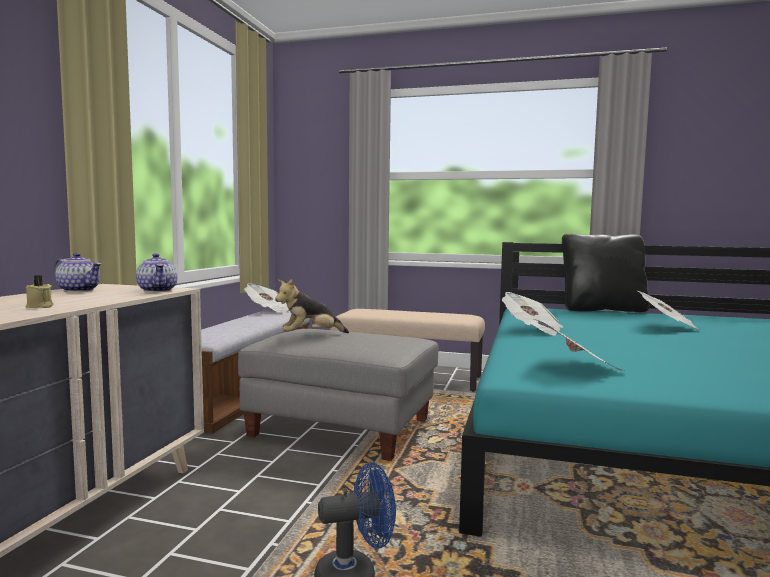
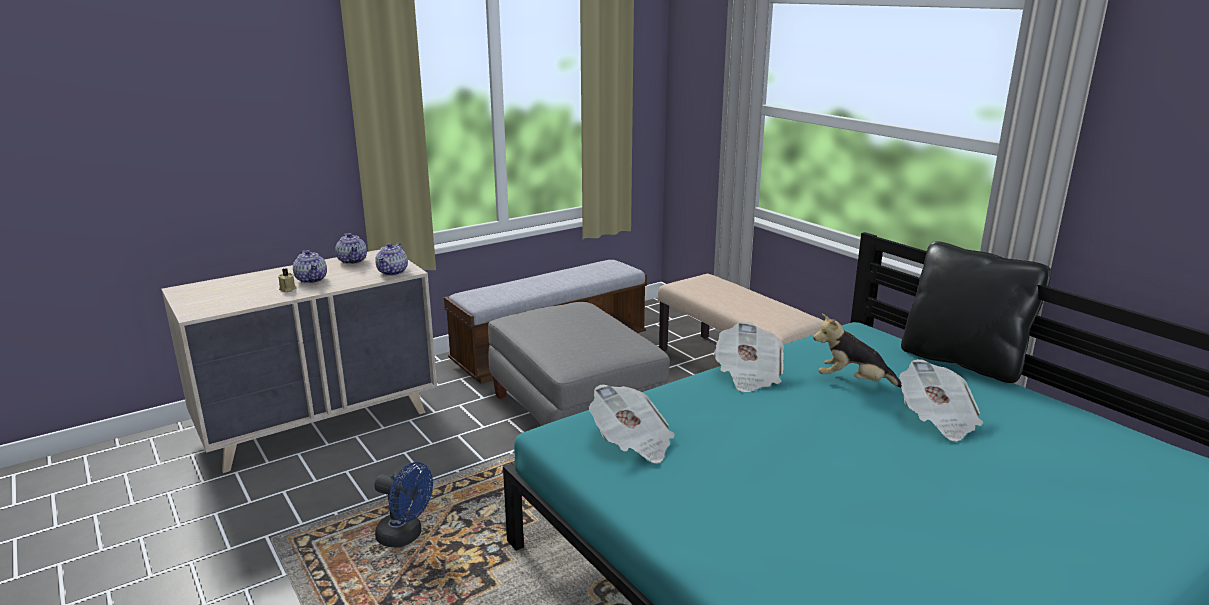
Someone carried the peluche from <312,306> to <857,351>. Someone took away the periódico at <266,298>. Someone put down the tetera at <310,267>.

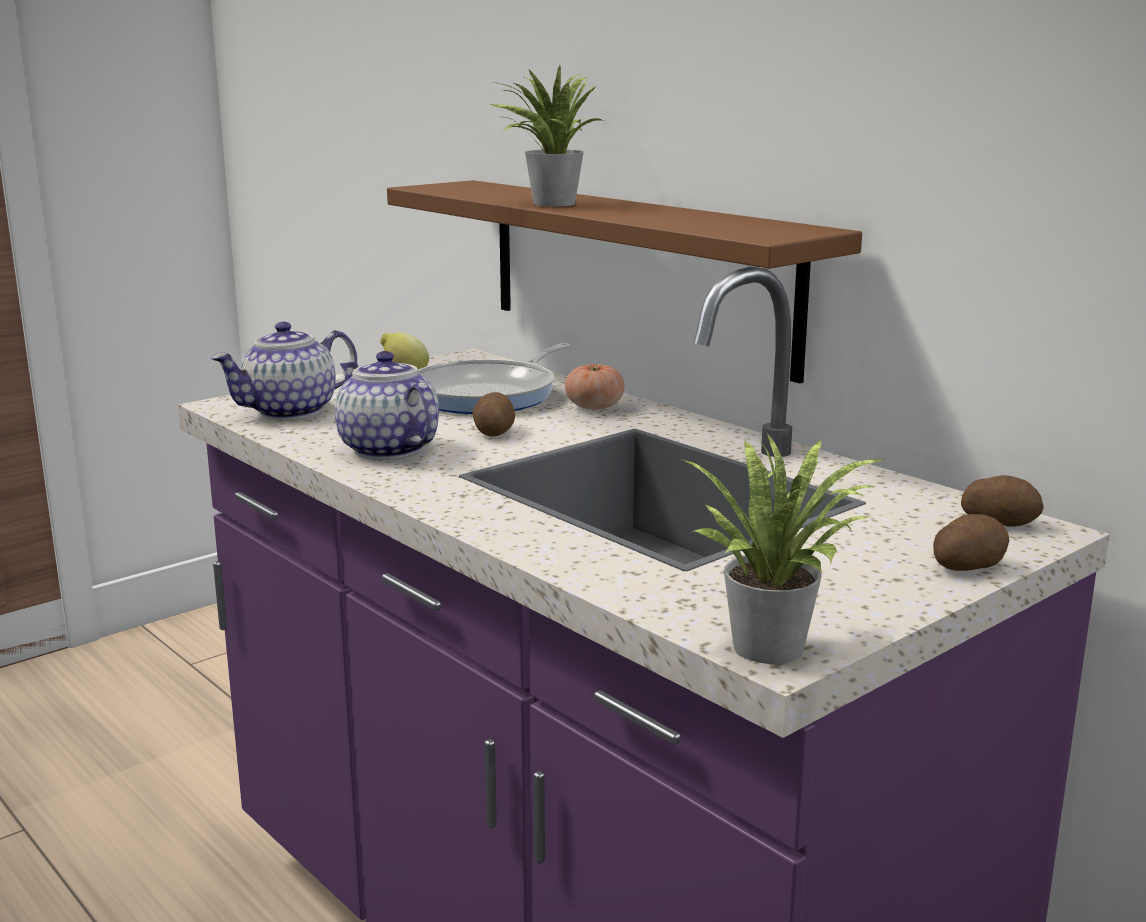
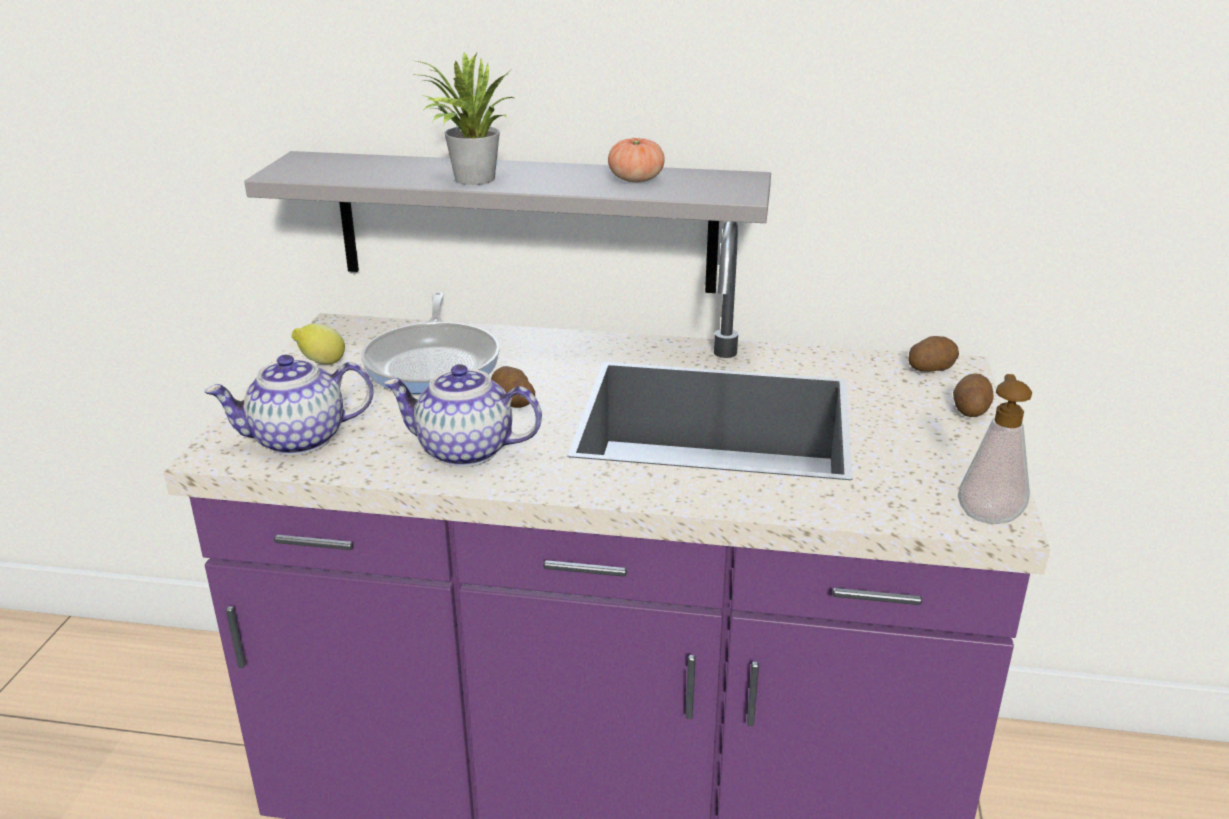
Someone repainted the estante (marrón) at <624,281>, which became the estante (gris) at <507,222>. Someone rotated the tetera at <284,371> by 60 degrees clockwise. Someone carried the tomate from <595,387> to <636,159>. Someone swapped the planta en maceta at <783,548> for the dispensador de jabón at <995,449>.

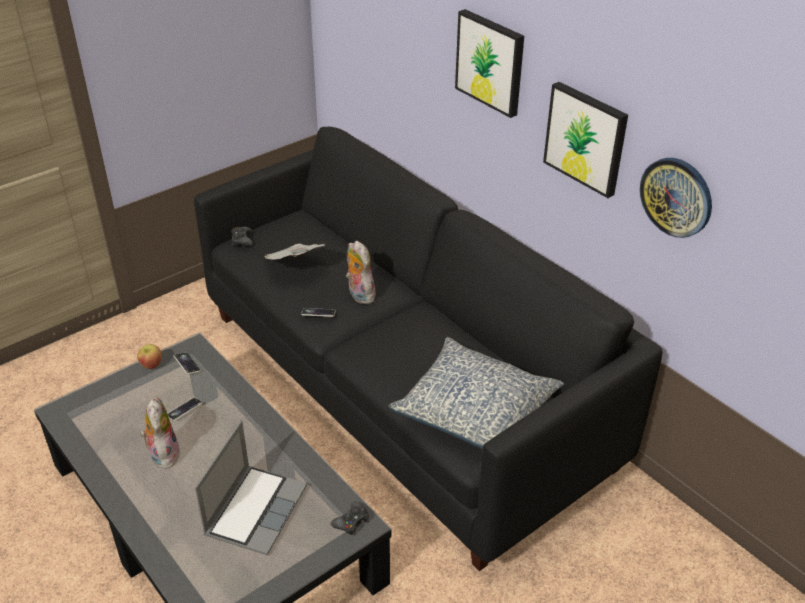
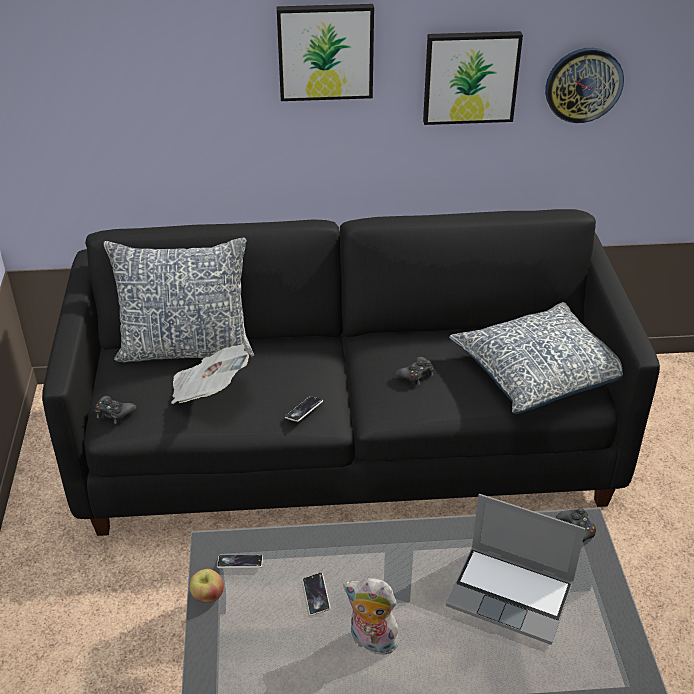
Someone took away the peluche at <360,272>. Someone rotated the portátil at <251,488> by 150 degrees clockwise. Someone put down the cojín at <178,299>. Someone put down the mando de consola (negro) at <414,371>.

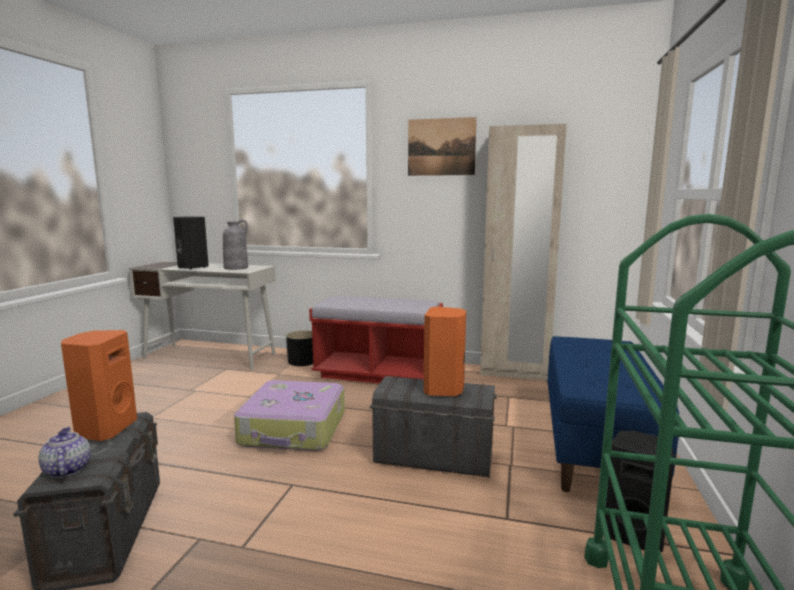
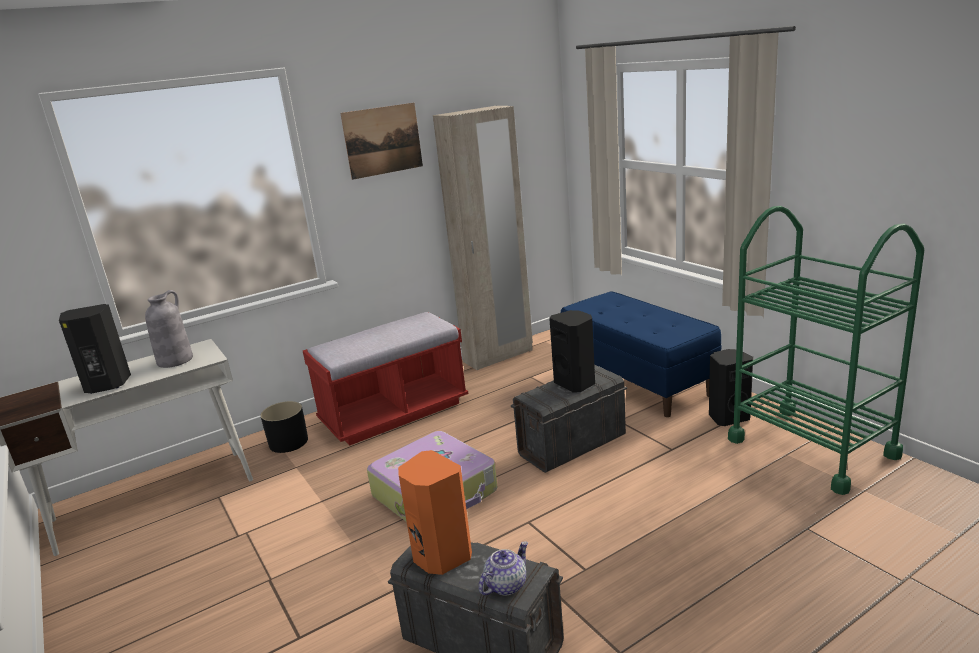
Someone repainted the altavoz (naranja) at <445,351>, which became the altavoz (negro) at <572,351>. Someone rotated the tetera at <65,452> by 120 degrees clockwise.

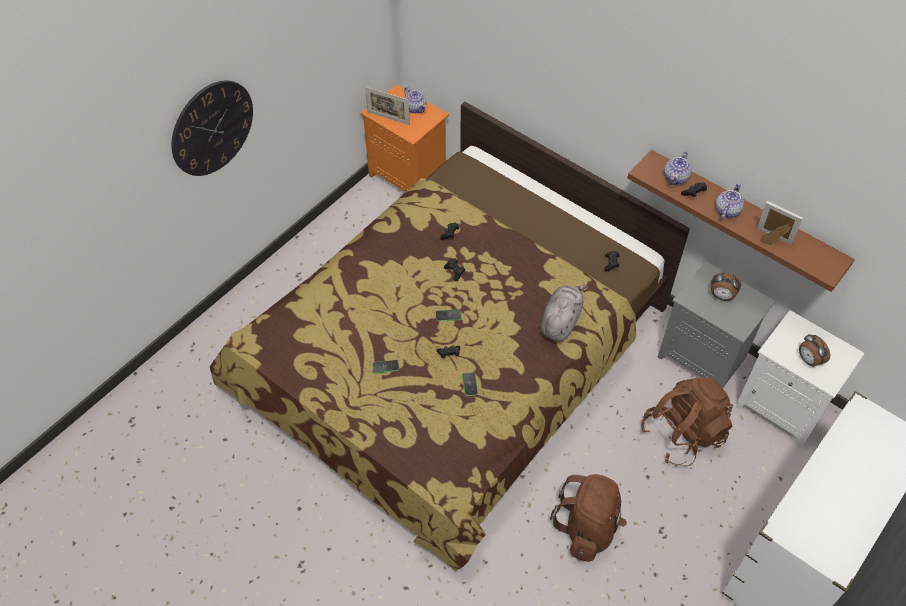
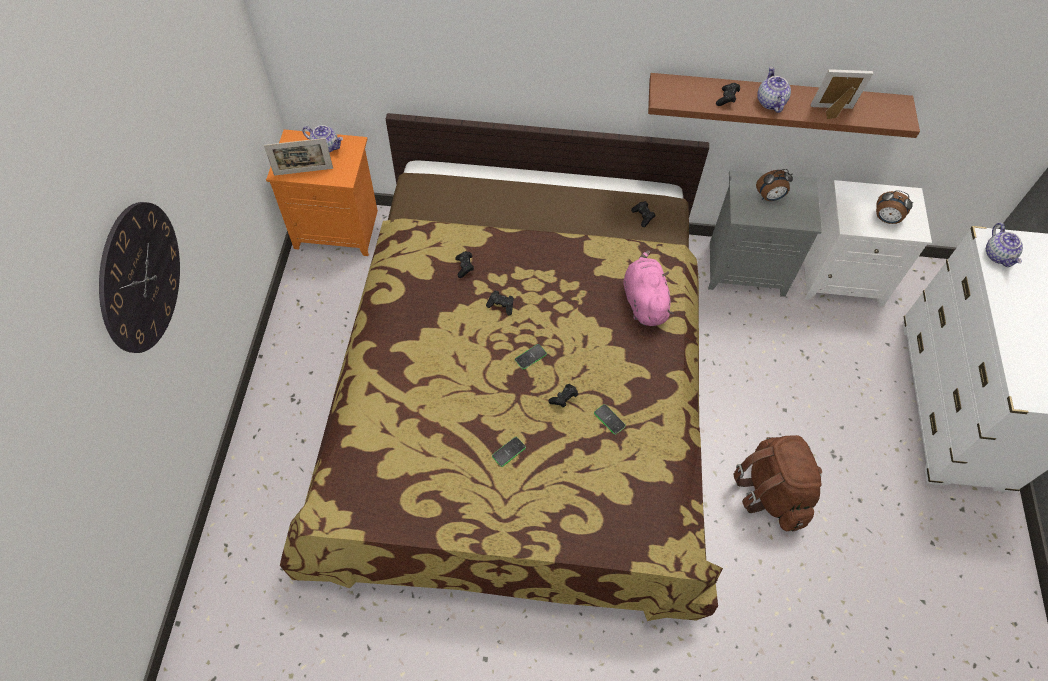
Someone carried the tetera from <678,168> to <1004,245>. Someone repainted the peluche (gris) at <563,313>, which became the peluche (rosa) at <648,288>. Someone took away the mochila (marrón) at <687,421>.

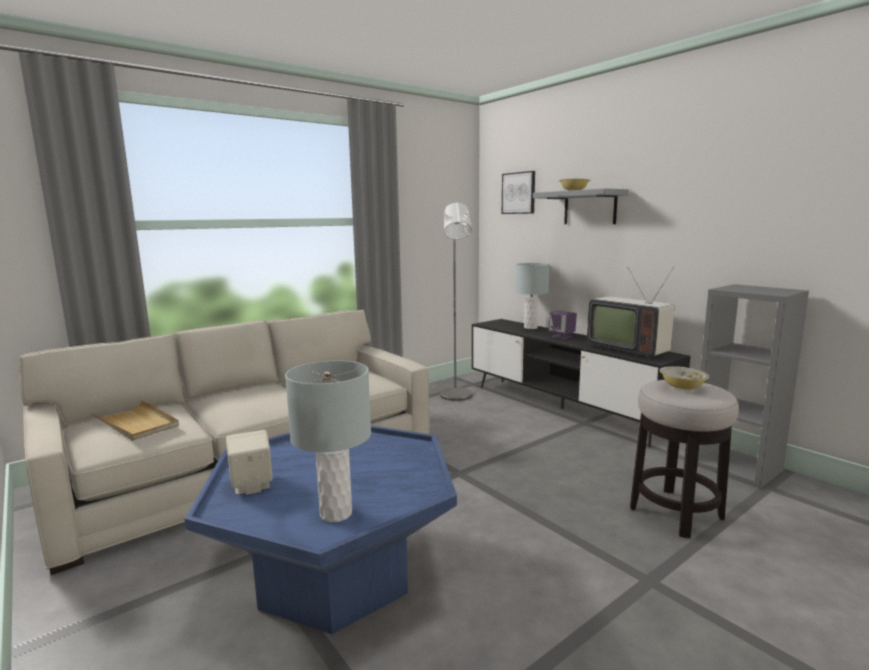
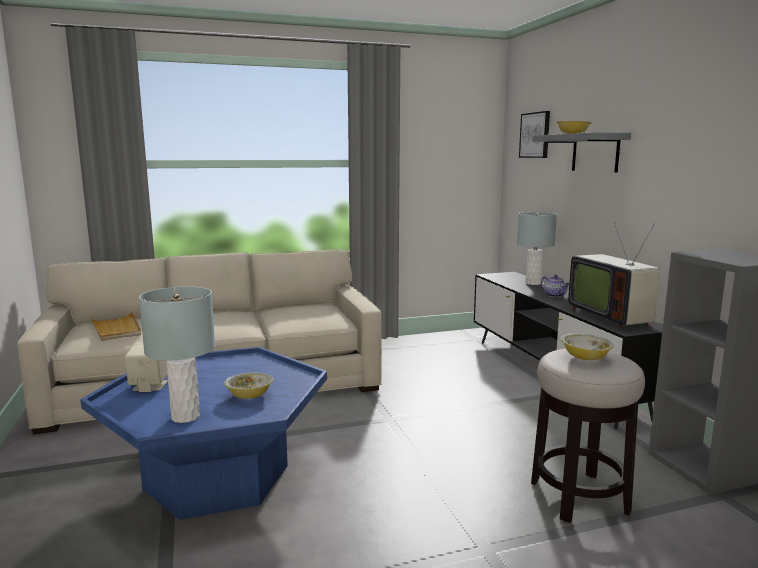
Someone took away the lámpara de pie (gris) at <456,302>. Someone swapped the altavoz (morado) at <562,325> for the tetera at <555,286>. Someone put down the cuenco at <248,386>.

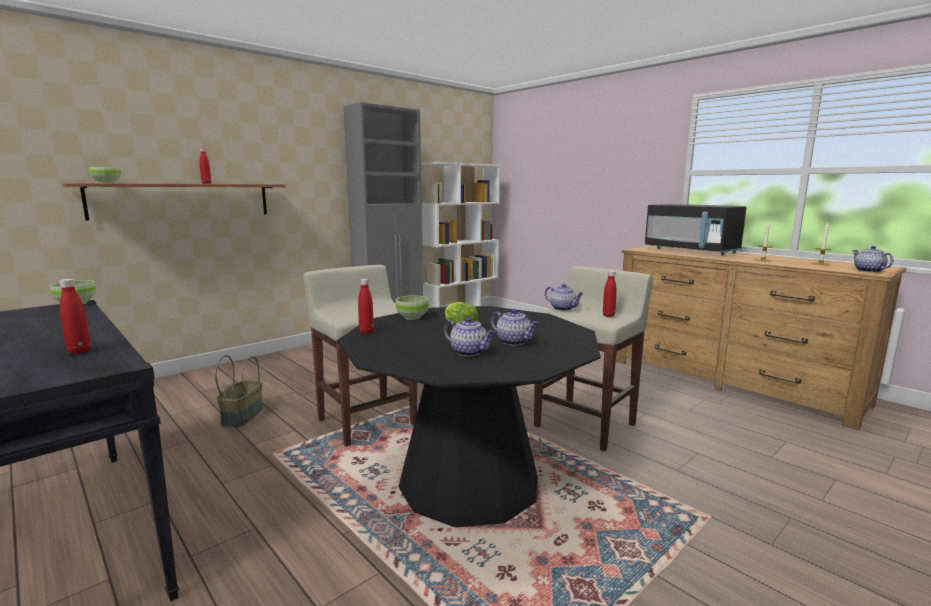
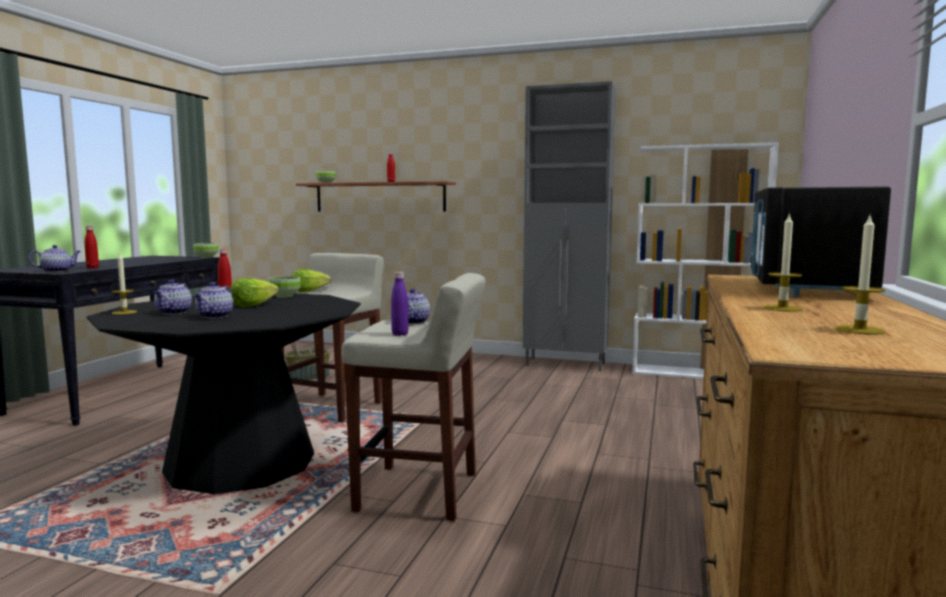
Someone carried the tetera from <873,259> to <55,258>. Someone repainted the botella (rojo) at <610,294>, which became the botella (morado) at <399,304>. Someone put down the vela at <124,284>. Someone put down the lechuga at <311,280>.

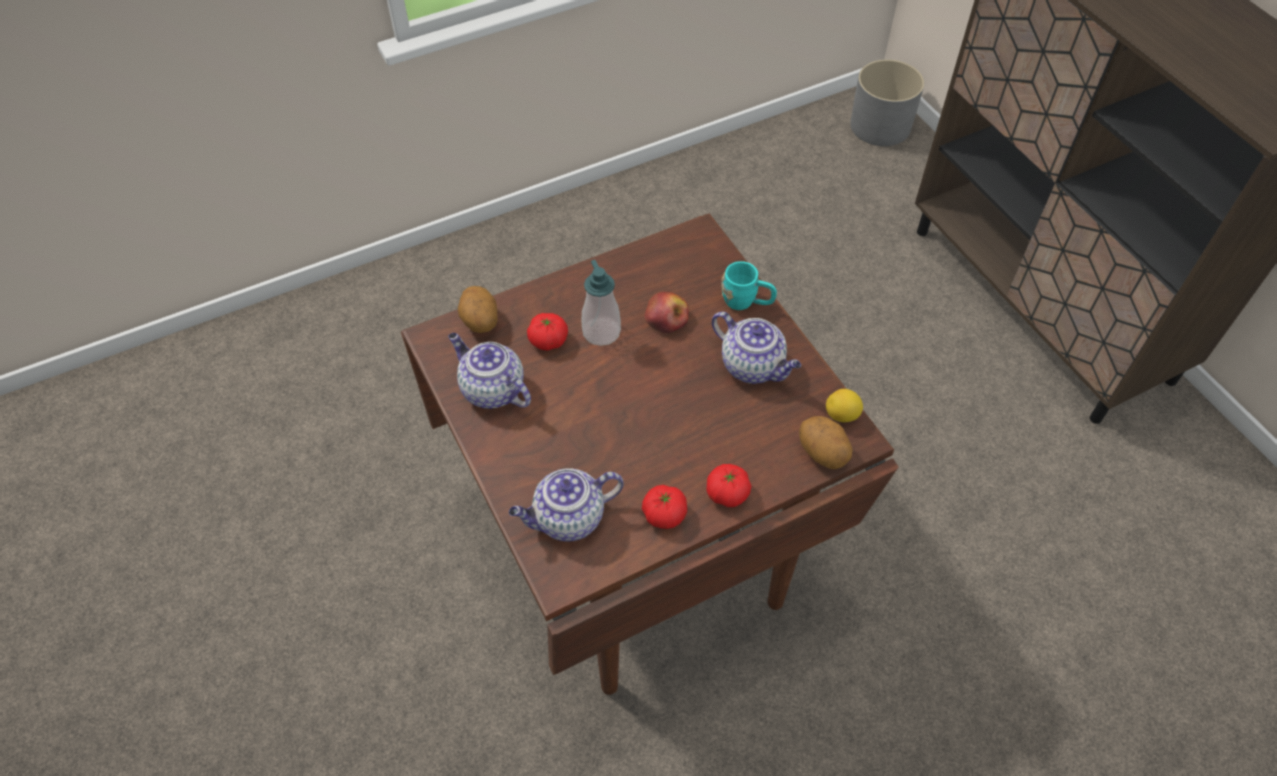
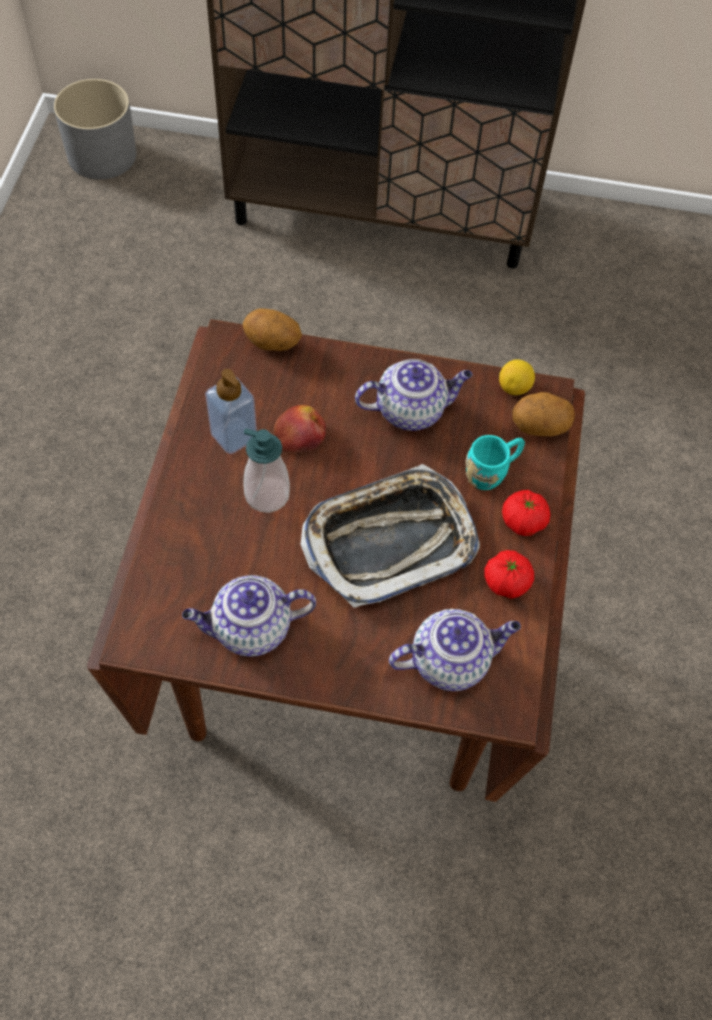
Someone carried the taza grande (turquesa) from <749,285> to <495,462>. Someone carried the patata from <477,309> to <272,329>. Someone took away the tomate at <547,332>. Someone rotated the tetera at <566,505> by 120 degrees counterclockwise. Someone put down the dispensador de jabón at <231,411>. Someone put down the bandeja at <390,536>.

